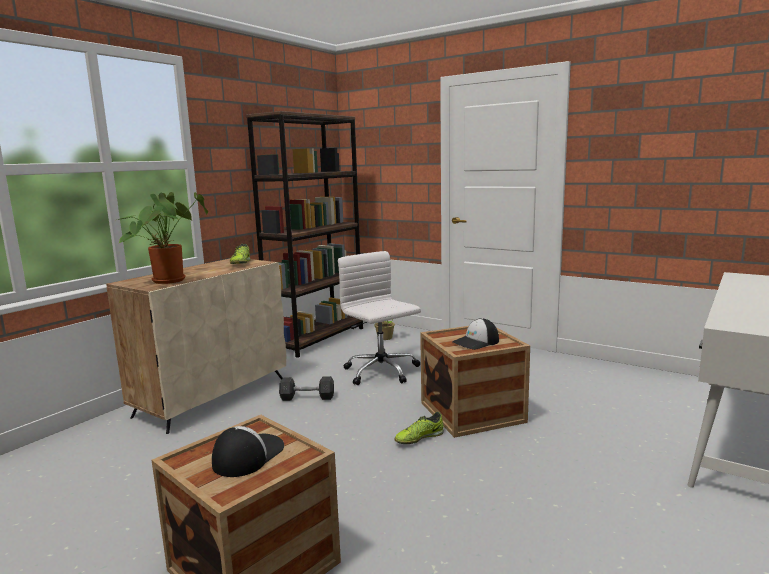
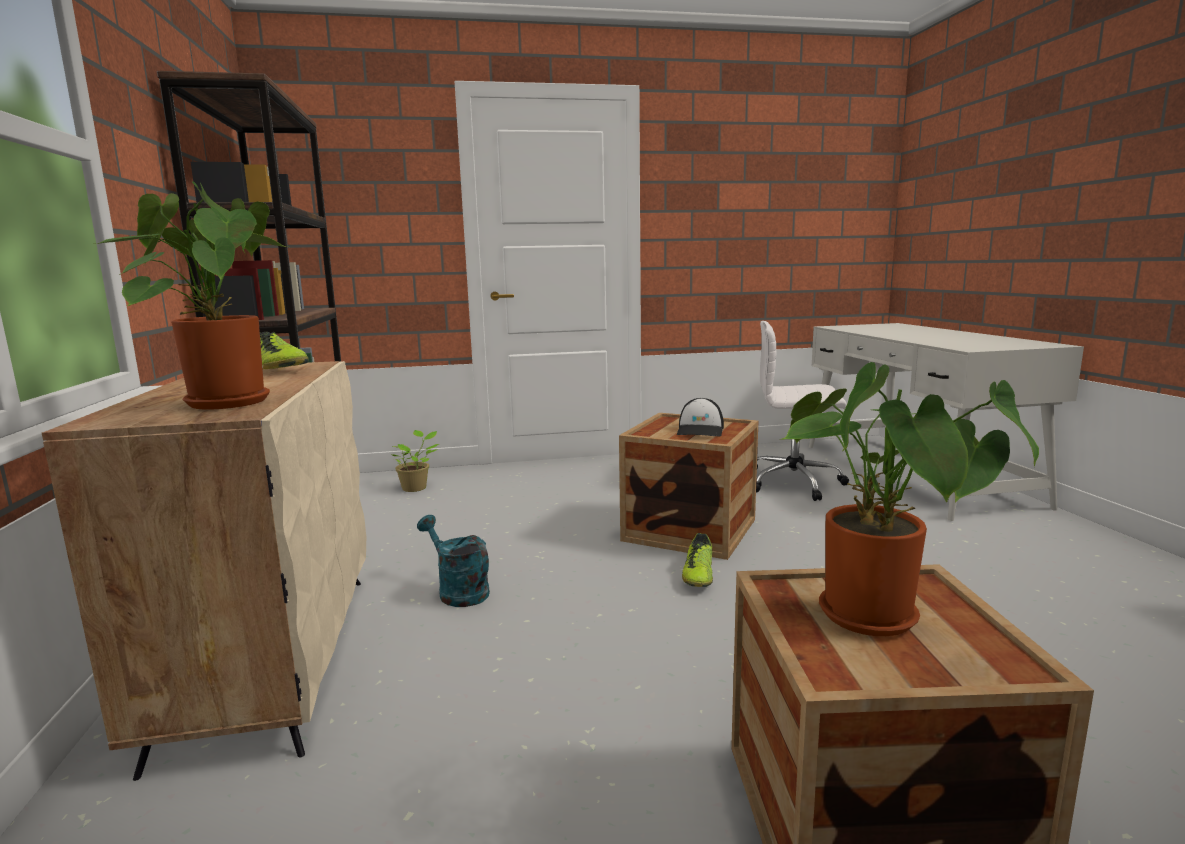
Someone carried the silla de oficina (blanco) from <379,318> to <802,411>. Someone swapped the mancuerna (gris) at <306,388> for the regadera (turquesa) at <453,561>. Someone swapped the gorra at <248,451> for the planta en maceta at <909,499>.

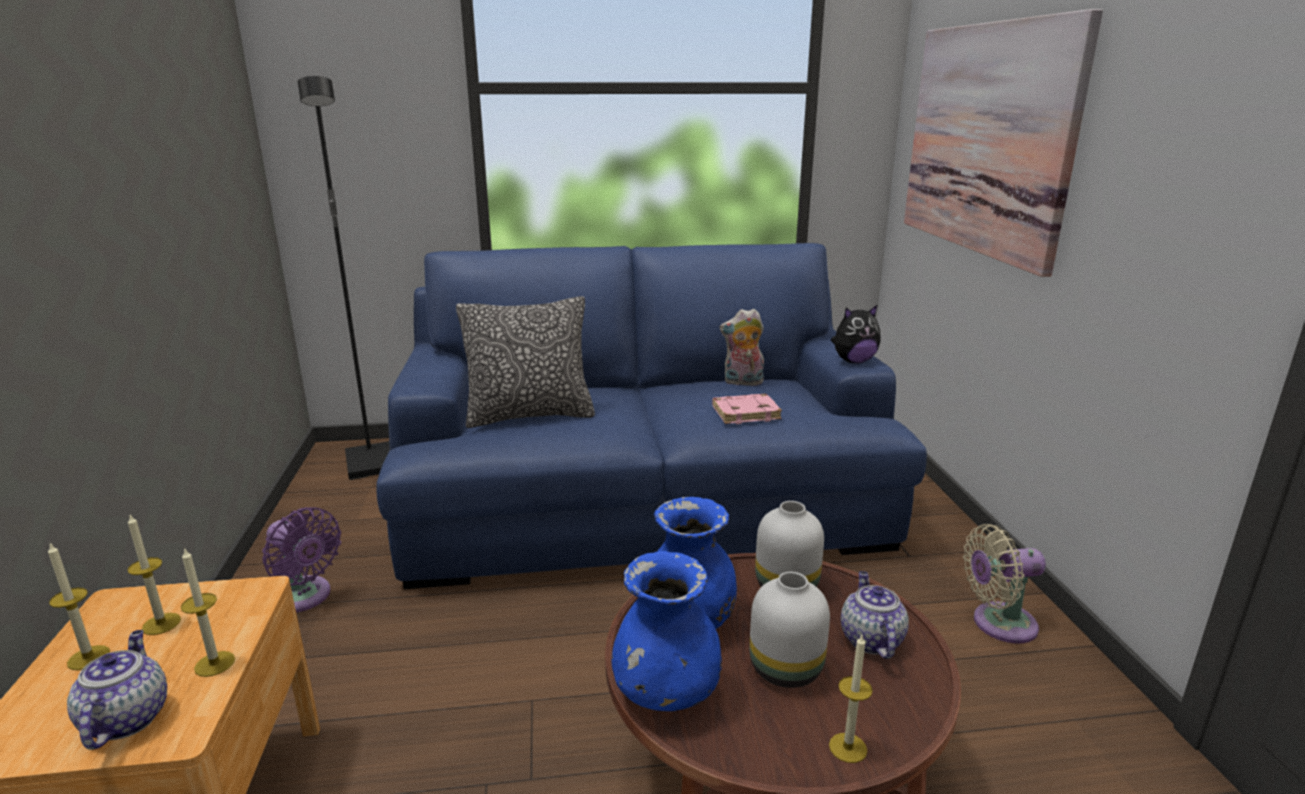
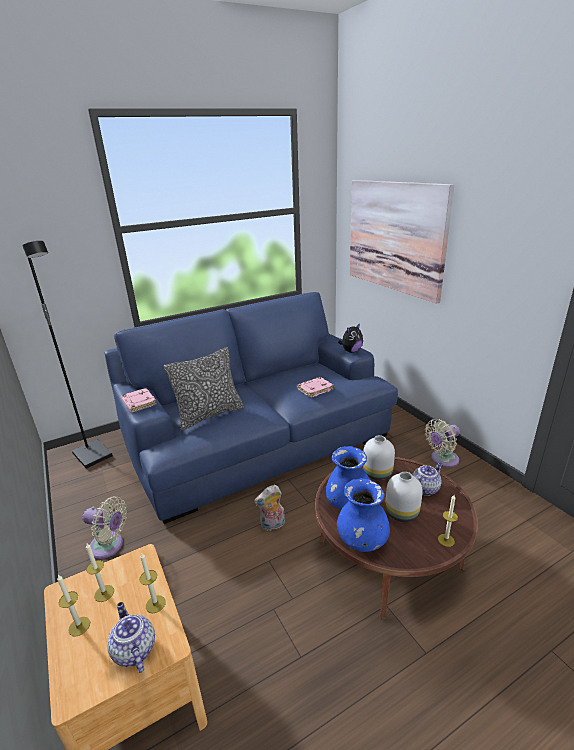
Someone carried the peluche from <742,347> to <269,508>. Someone repainted the ventilador (morado) at <301,560>, which became the ventilador (beis) at <104,527>. Someone rotated the tetera at <875,615> by 75 degrees clockwise. Someone put down the libro (rosa) at <139,400>.

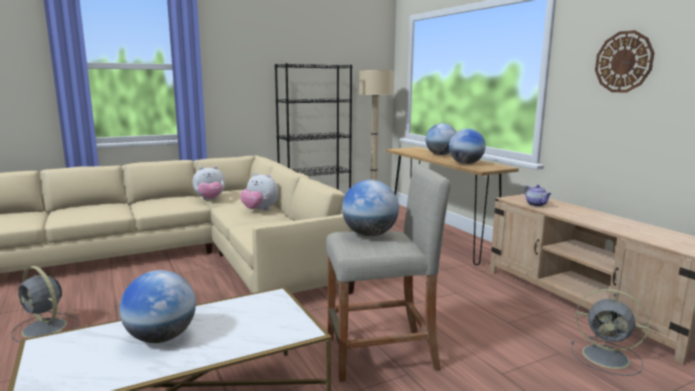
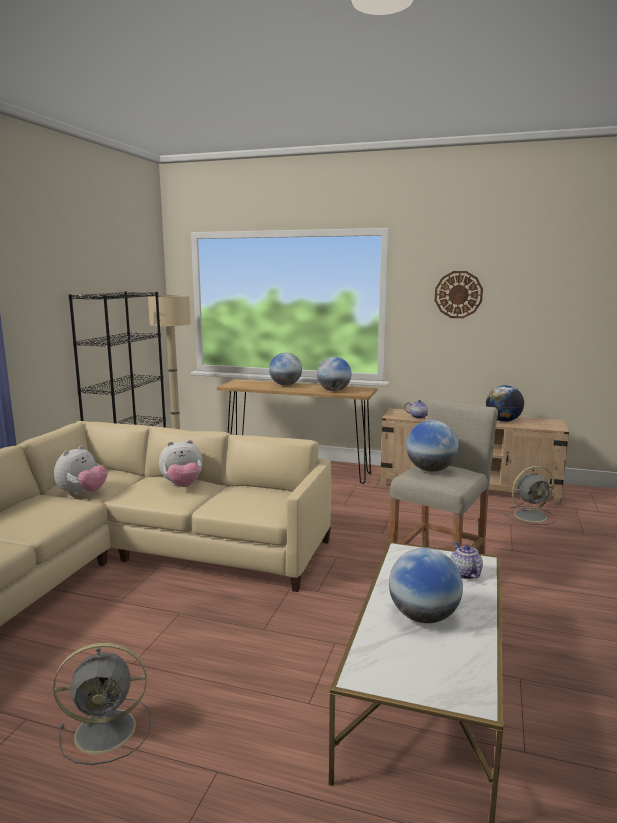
Someone put down the globo terráqueo at <505,403>. Someone put down the tetera at <466,560>.

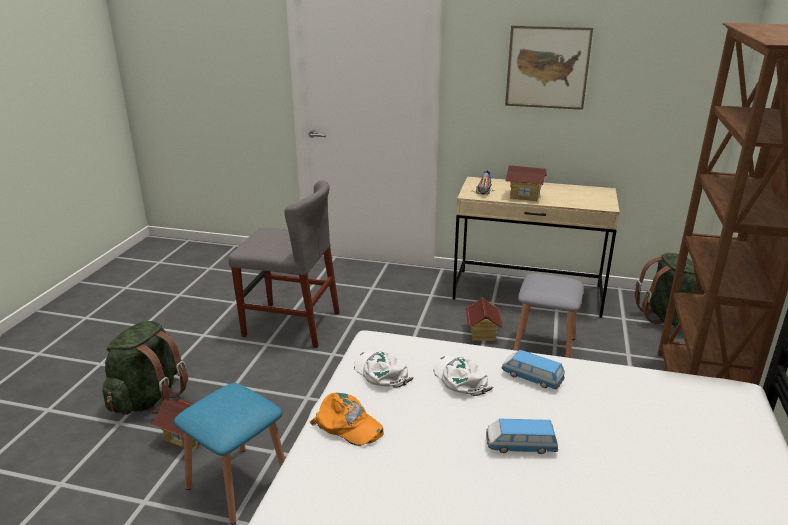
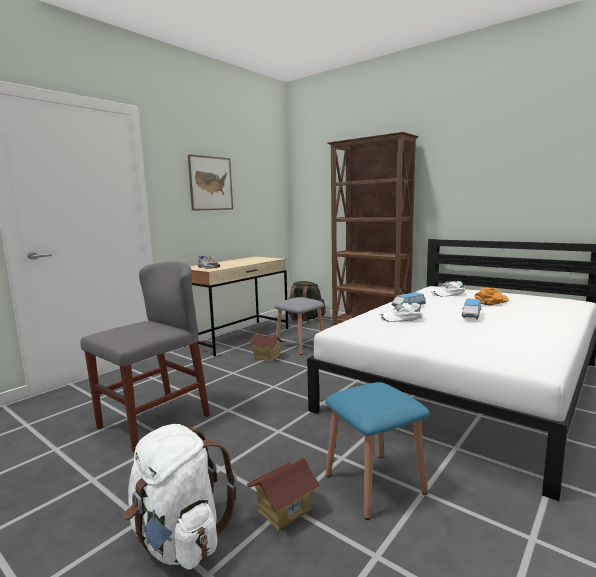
Someone took away the casita at <526,183>. Someone repainted the mochila (verde) at <145,368>, which became the mochila (blanco) at <180,497>. Someone carried the gorra (blanco) from <384,369> to <448,289>. Someone carried the gorra (naranja) from <347,419> to <492,296>.

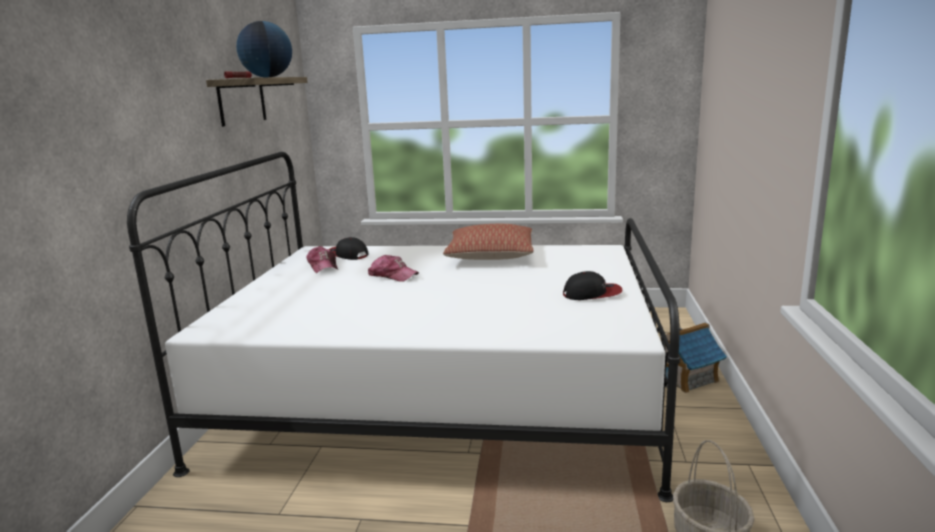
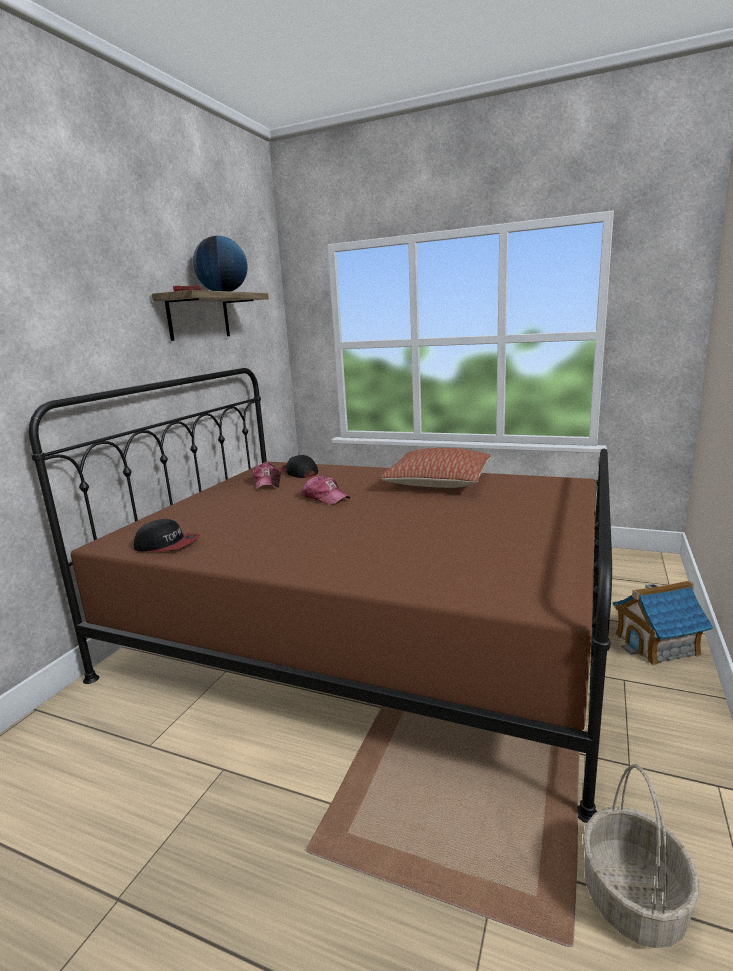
Someone repainted the cama (blanco) at <403,327>, which became the cama (marrón) at <320,595>. Someone carried the gorra from <592,285> to <167,535>.

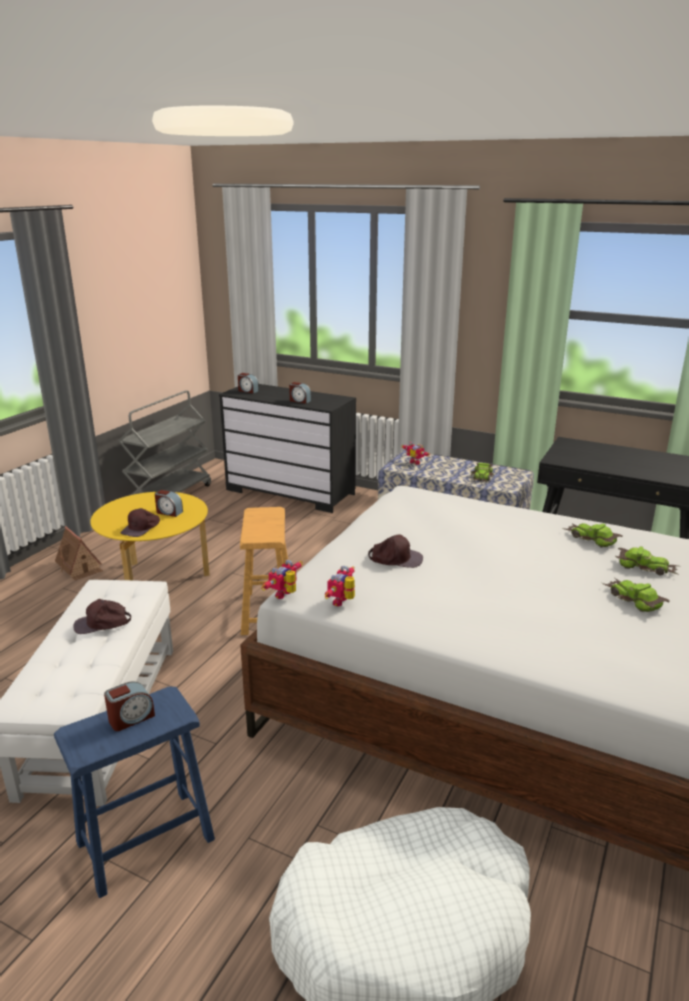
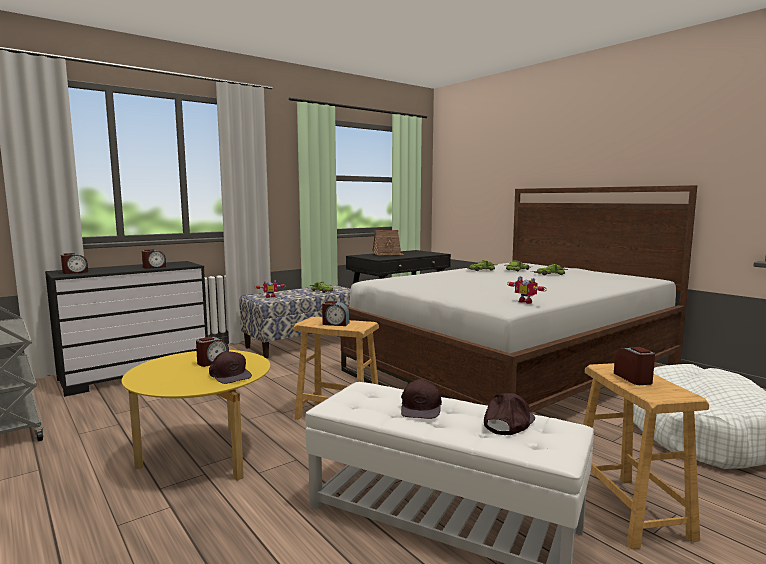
Someone carried the casita from <79,553> to <388,243>. Someone carried the gorra (marrón) from <395,551> to <509,414>. Someone took away the robot de juguete at <282,579>. Someone repainted the taburete (azul) at <134,792>, which became the taburete (marrón) at <646,456>. Someone put down the despertador at <335,313>.

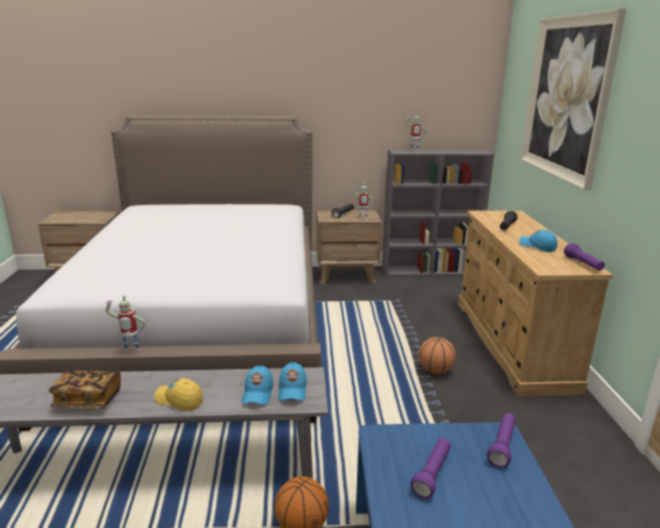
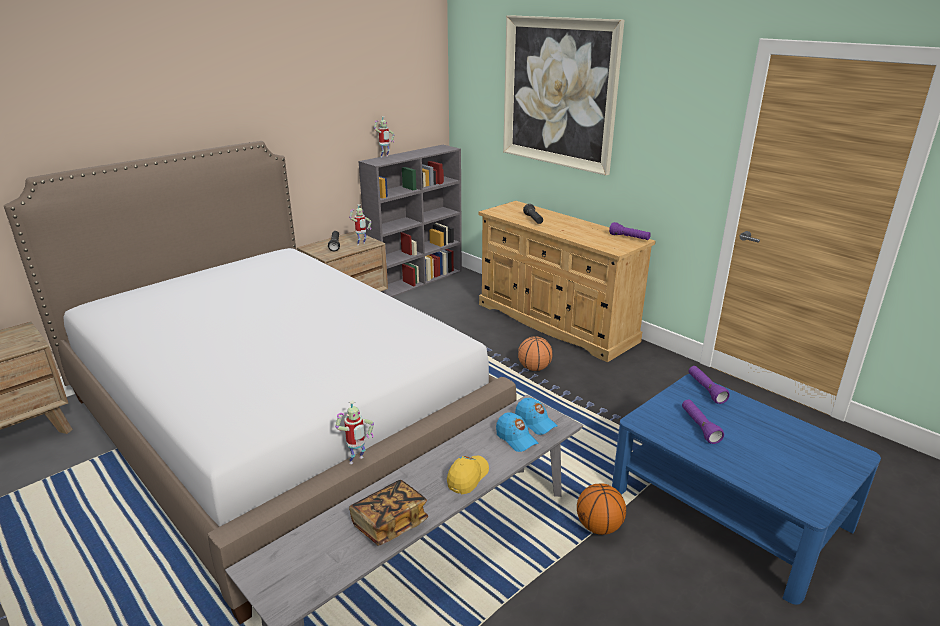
Someone took away the gorra (azul) at <538,241>. Someone rotated the gorra (amarillo) at <178,395> by 135 degrees clockwise.

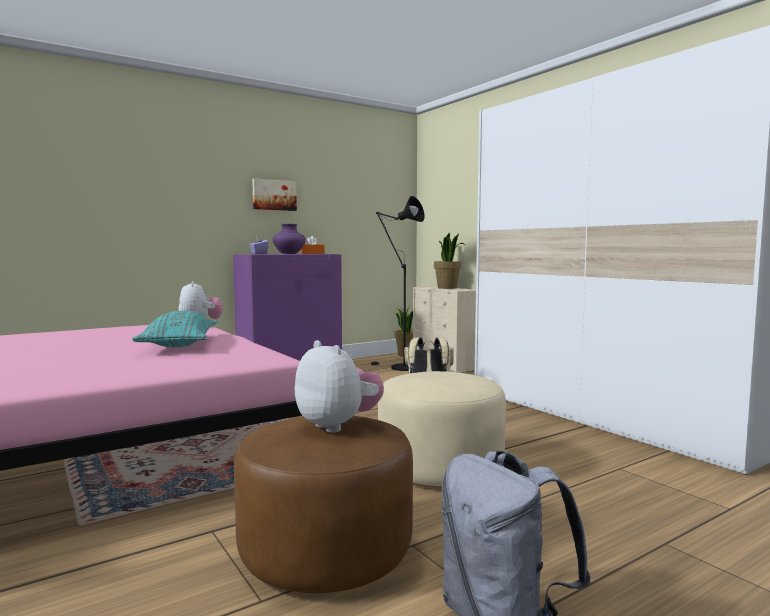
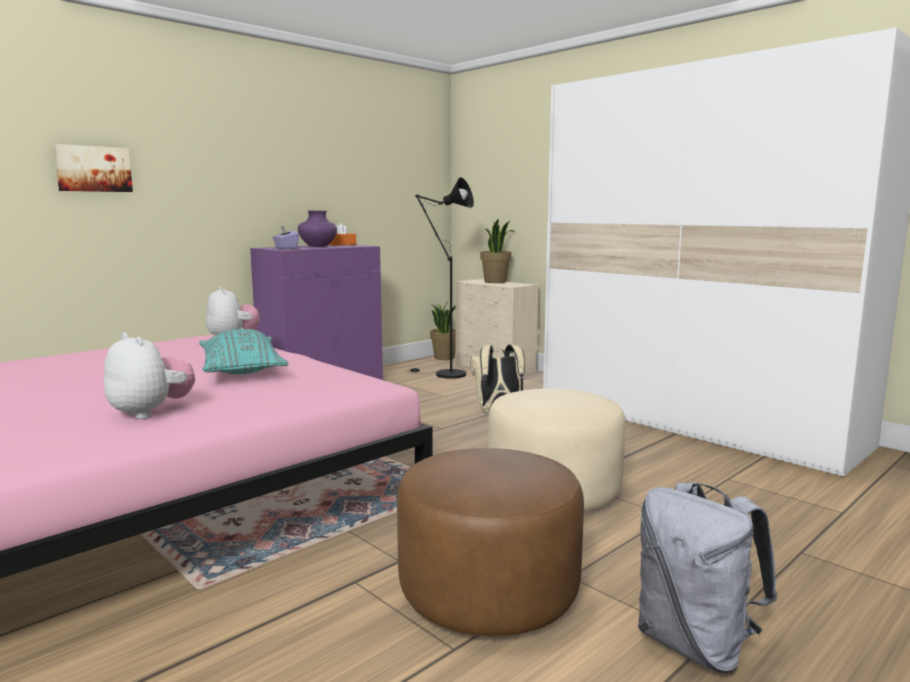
Someone carried the cuadro from <274,195> to <93,168>. Someone carried the peluche from <339,386> to <149,376>.

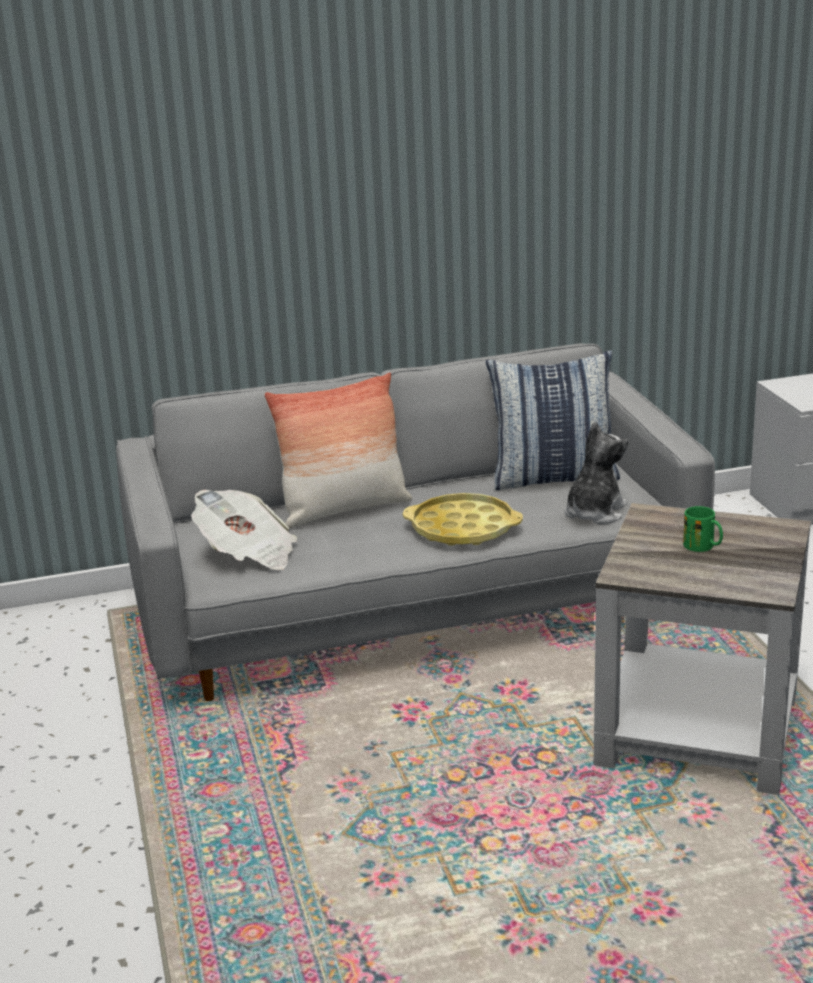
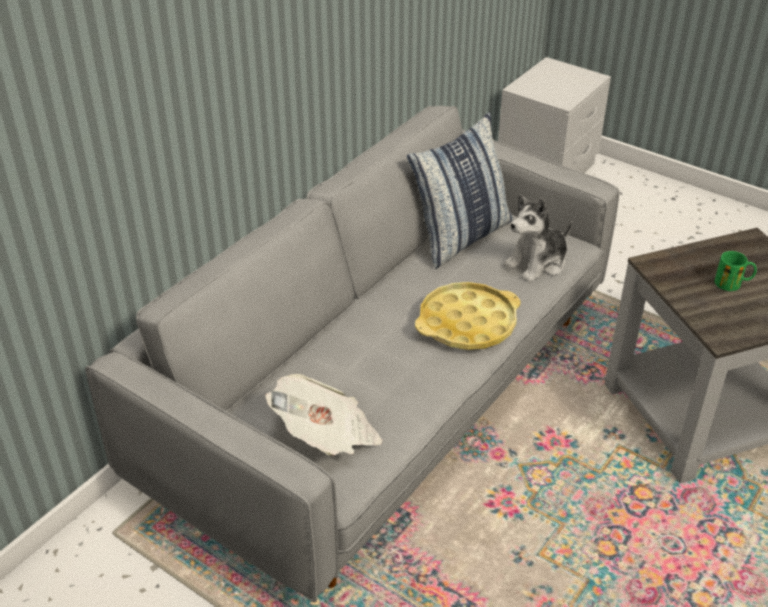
Someone took away the cojín at <338,450>. Someone rotated the peluche at <596,473> by 120 degrees counterclockwise.

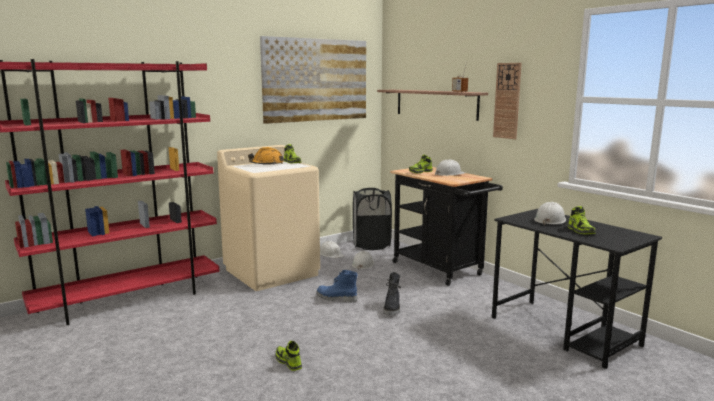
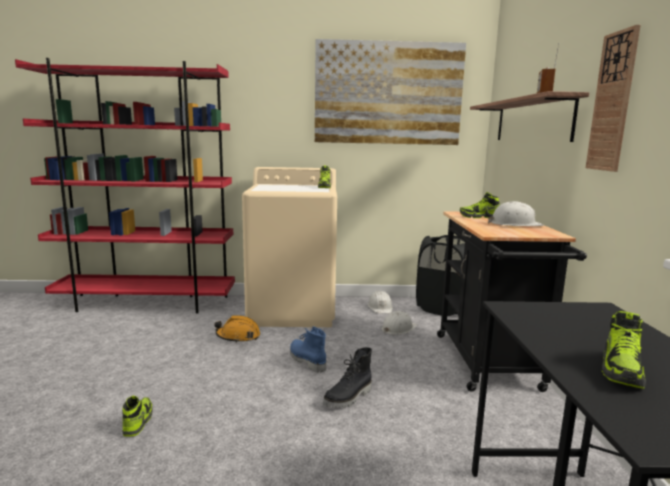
Someone carried the casco (naranja) from <266,156> to <237,329>. Someone took away the casco (blanco) at <550,213>.

